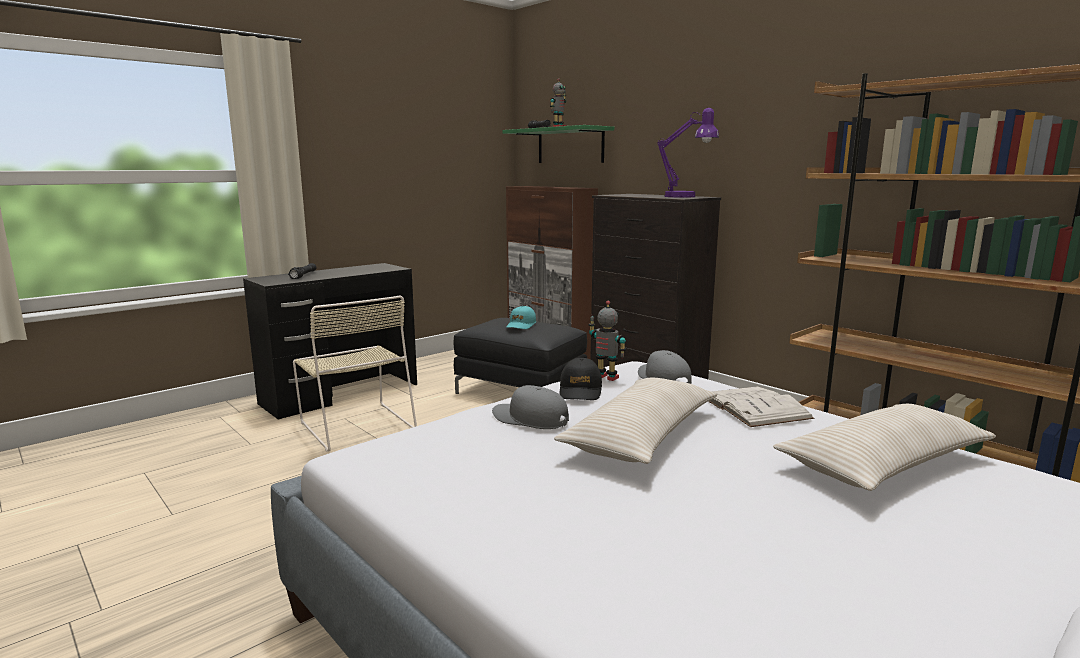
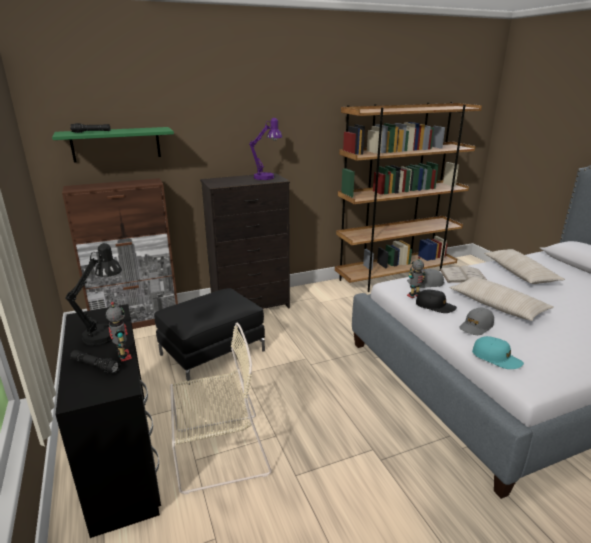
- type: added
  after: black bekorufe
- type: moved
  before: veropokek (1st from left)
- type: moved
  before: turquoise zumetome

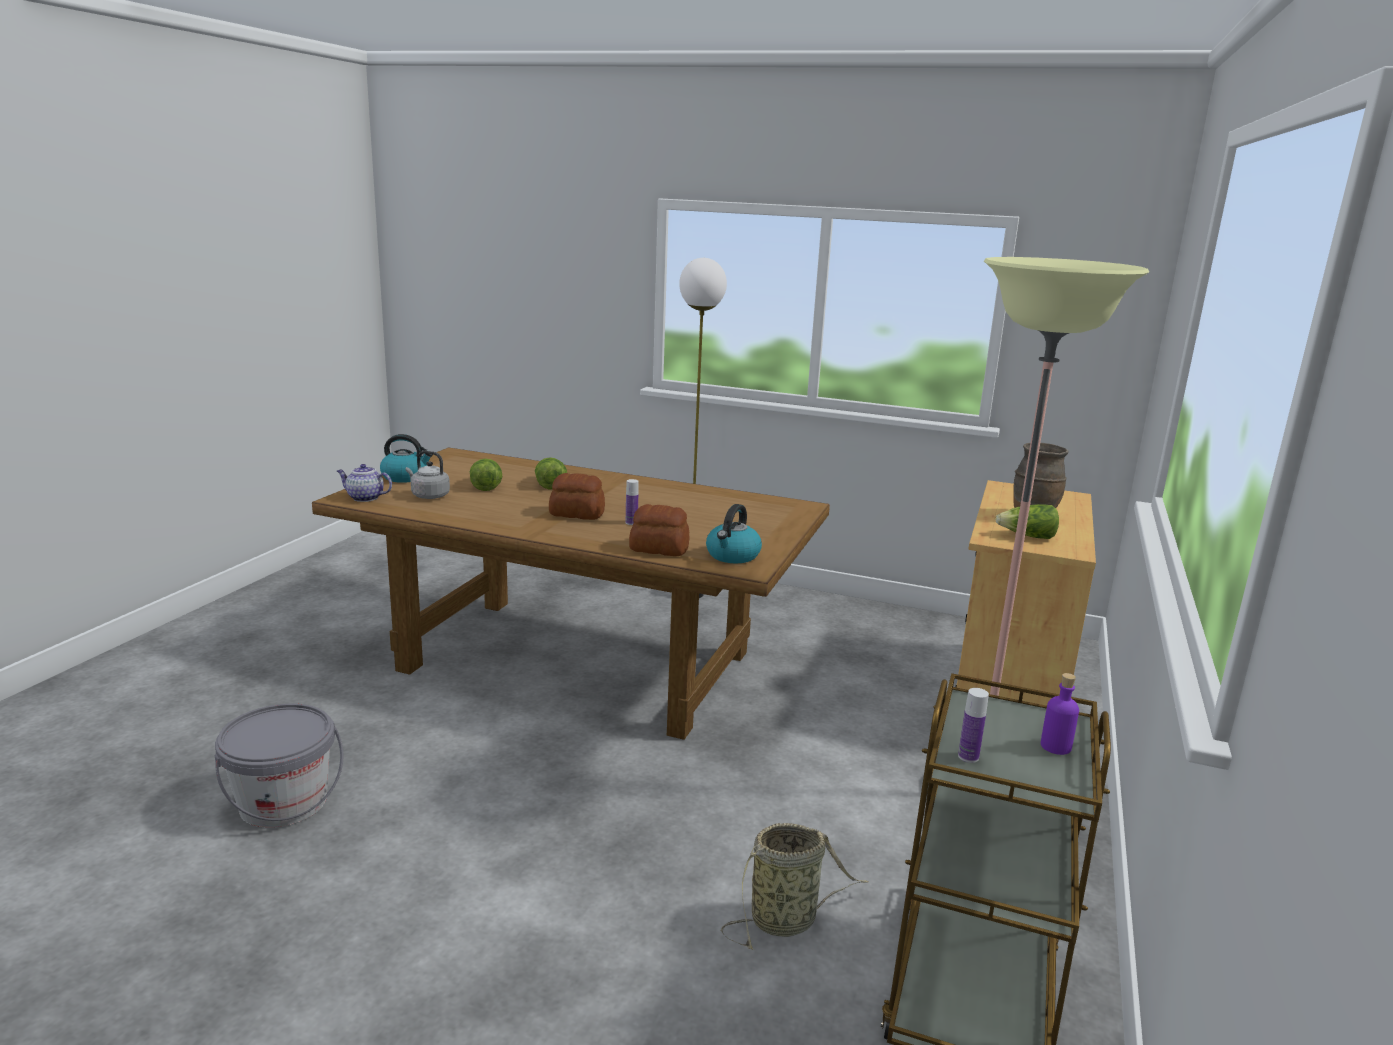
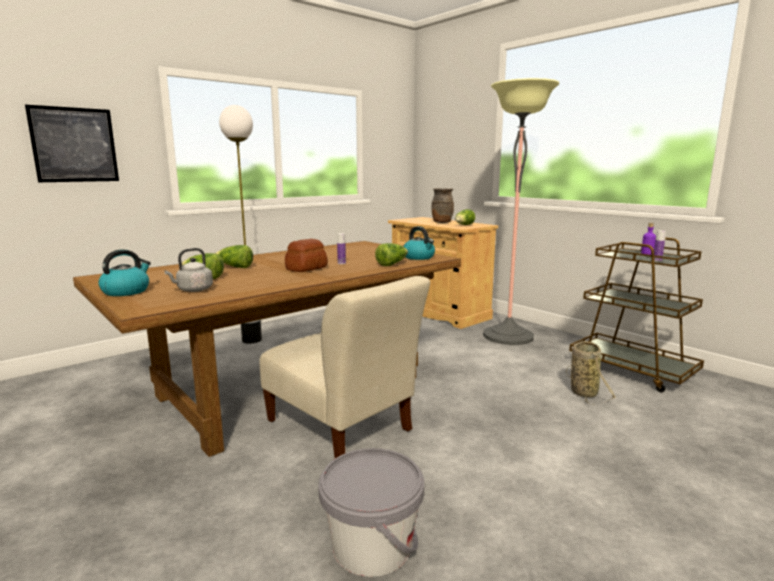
- type: added
  after: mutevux
- type: added
  after: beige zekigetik
- type: replaced
  before: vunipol (2nd from left)
  after: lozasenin (3rd from left)
- type: removed
  before: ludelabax

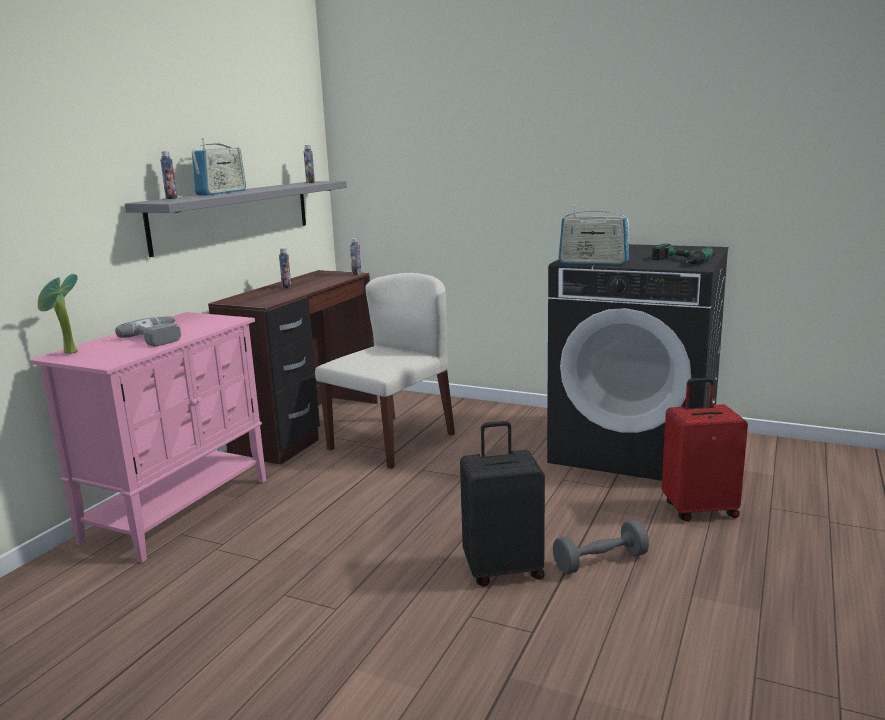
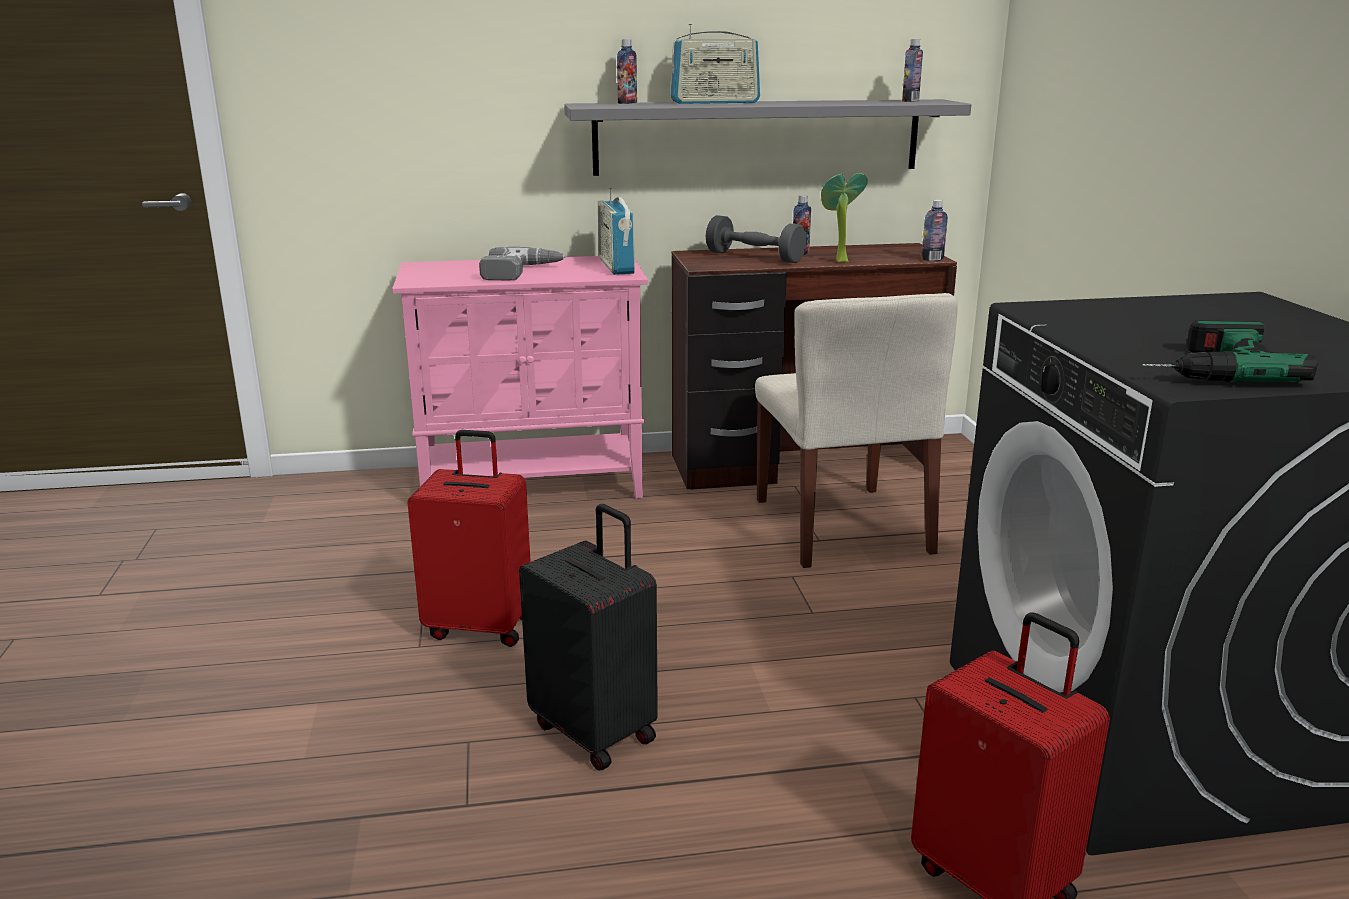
- type: added
  after: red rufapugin (1st from left)
- type: moved
  before: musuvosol (2nd from left in the first image)
  after: musuvosol (1st from left)
- type: moved
  before: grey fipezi
- type: turned
  before: beige zekigetik
  turn: 75
- type: moved
  before: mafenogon

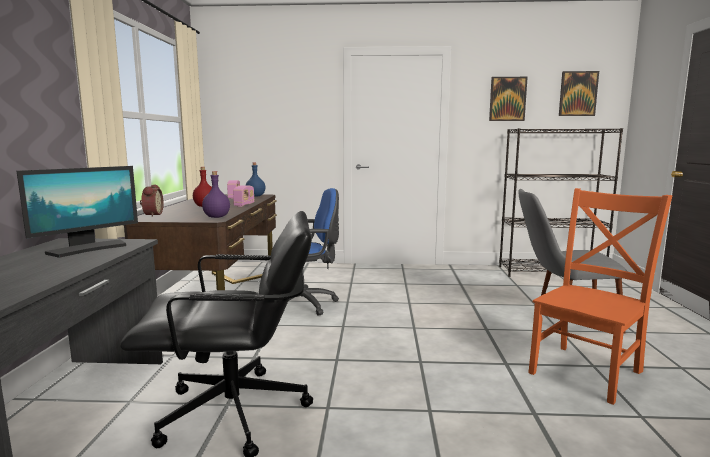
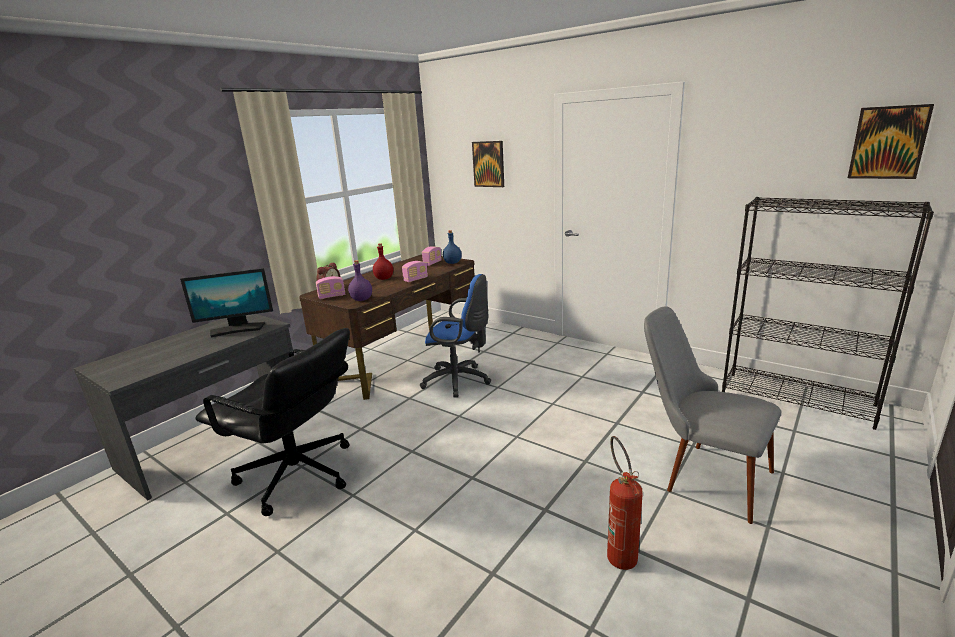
- type: added
  after: musuvosol (1st from left)
- type: moved
  before: mutevux (1st from left)
- type: replaced
  before: orange zekigetik
  after: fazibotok

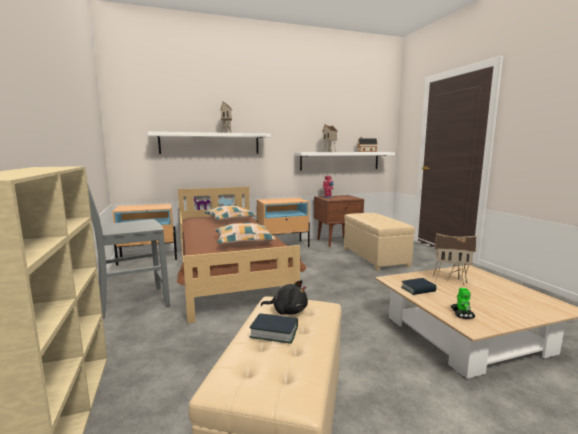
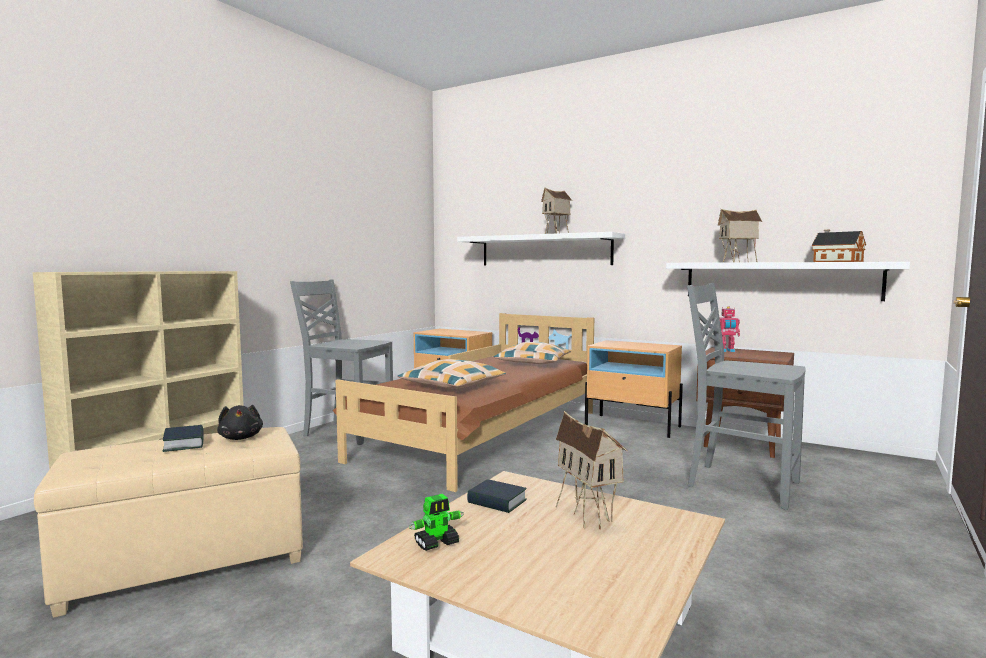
- type: replaced
  before: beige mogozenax (2nd from left)
  after: grey zekigetik (2nd from left)

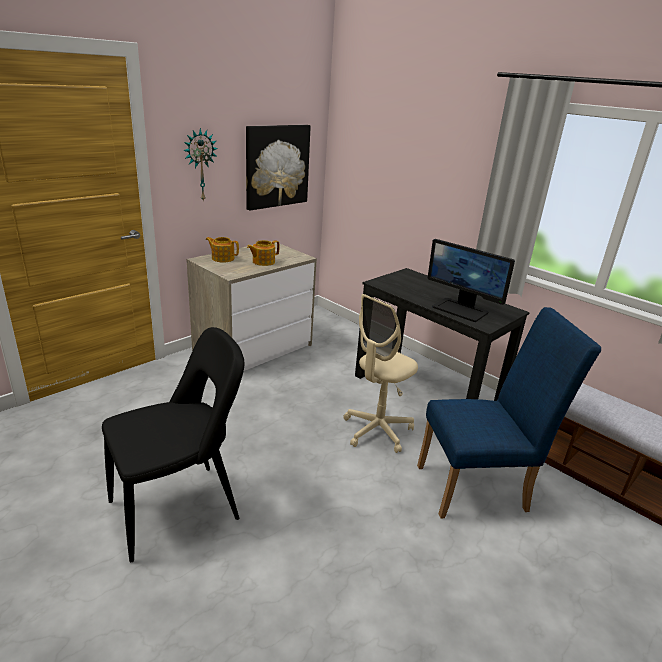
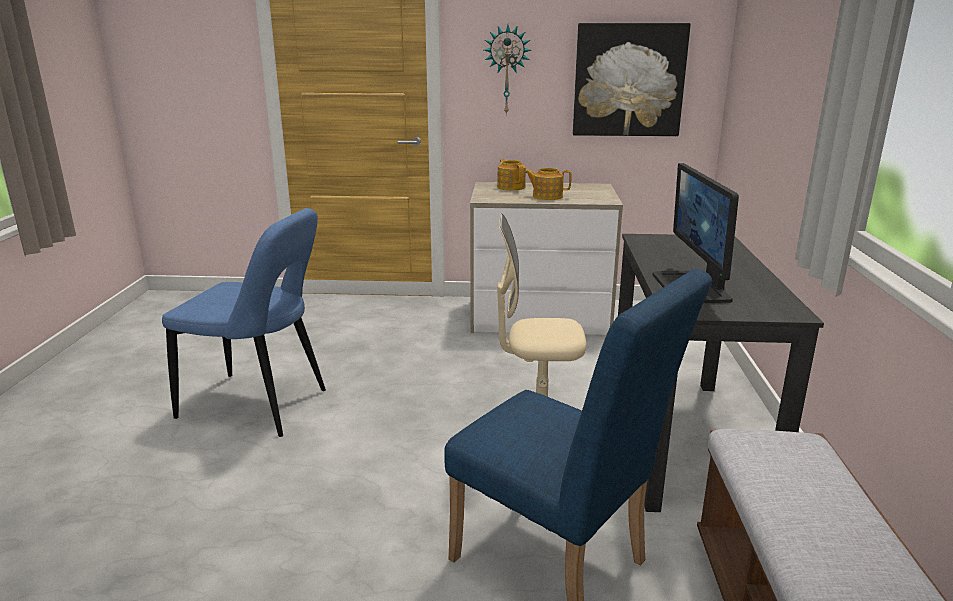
- type: recoloured
  before: black zekigetik
  after: blue zekigetik (1st from left)

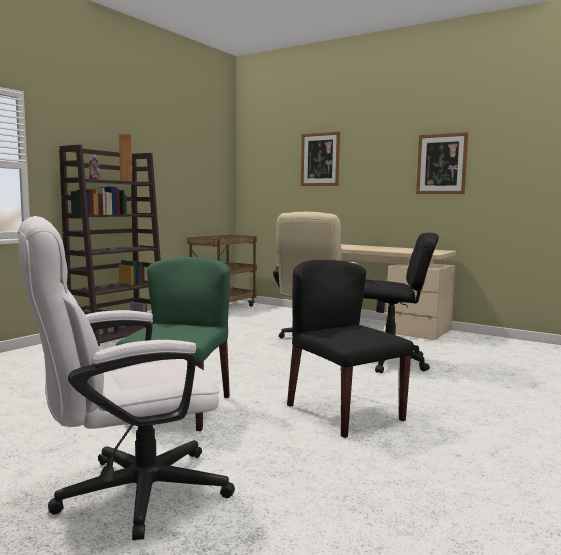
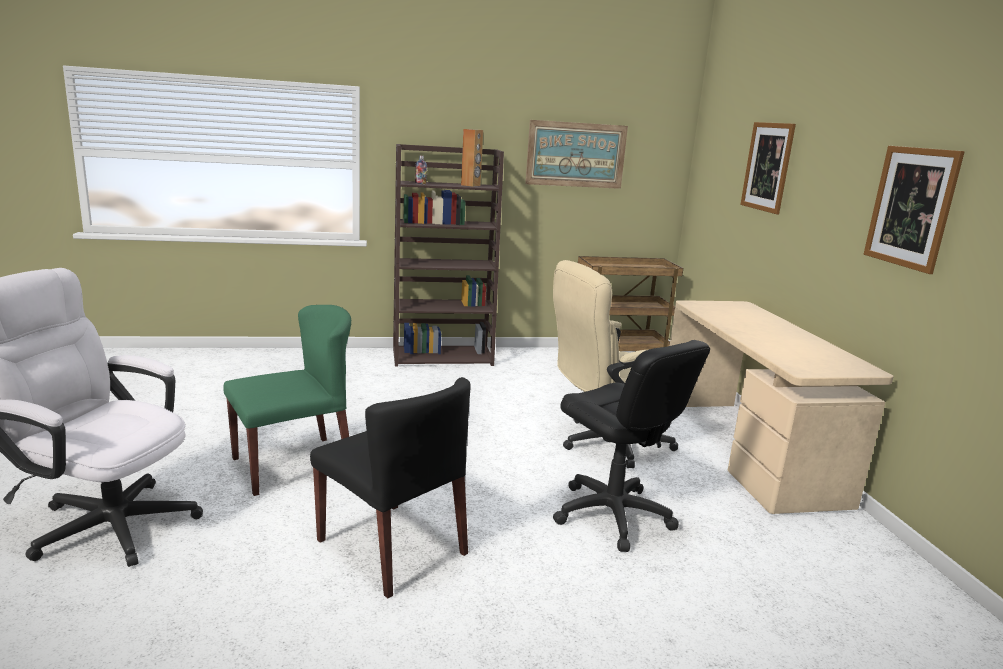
- type: turned
  before: black zekigetik
  turn: 120
- type: added
  after: mutevux (1st from left)

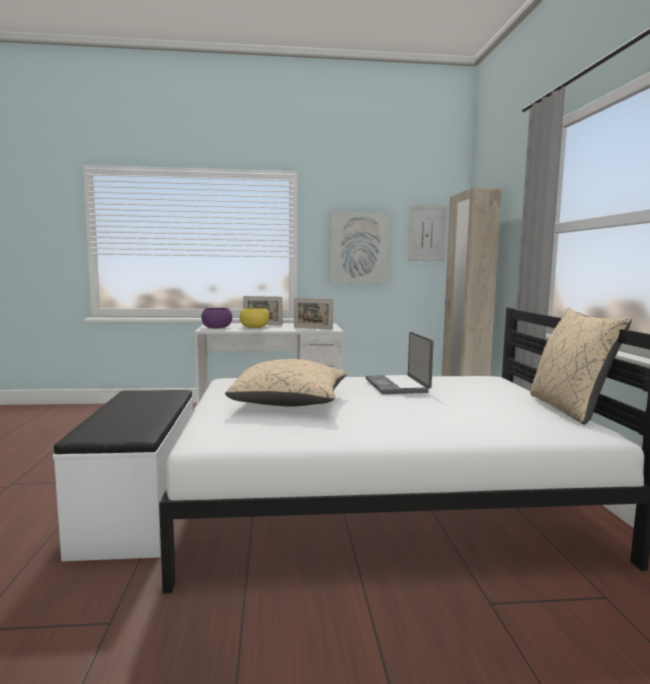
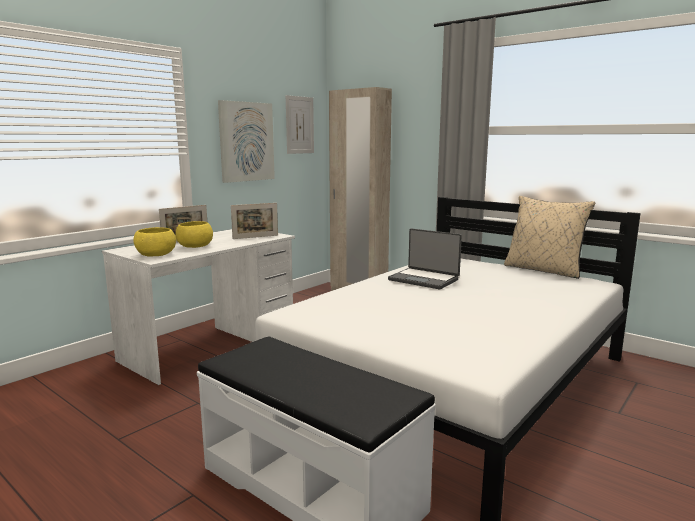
- type: recoloured
  before: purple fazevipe
  after: yellow fazevipe (1st from left)
- type: removed
  before: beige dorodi (1st from left)

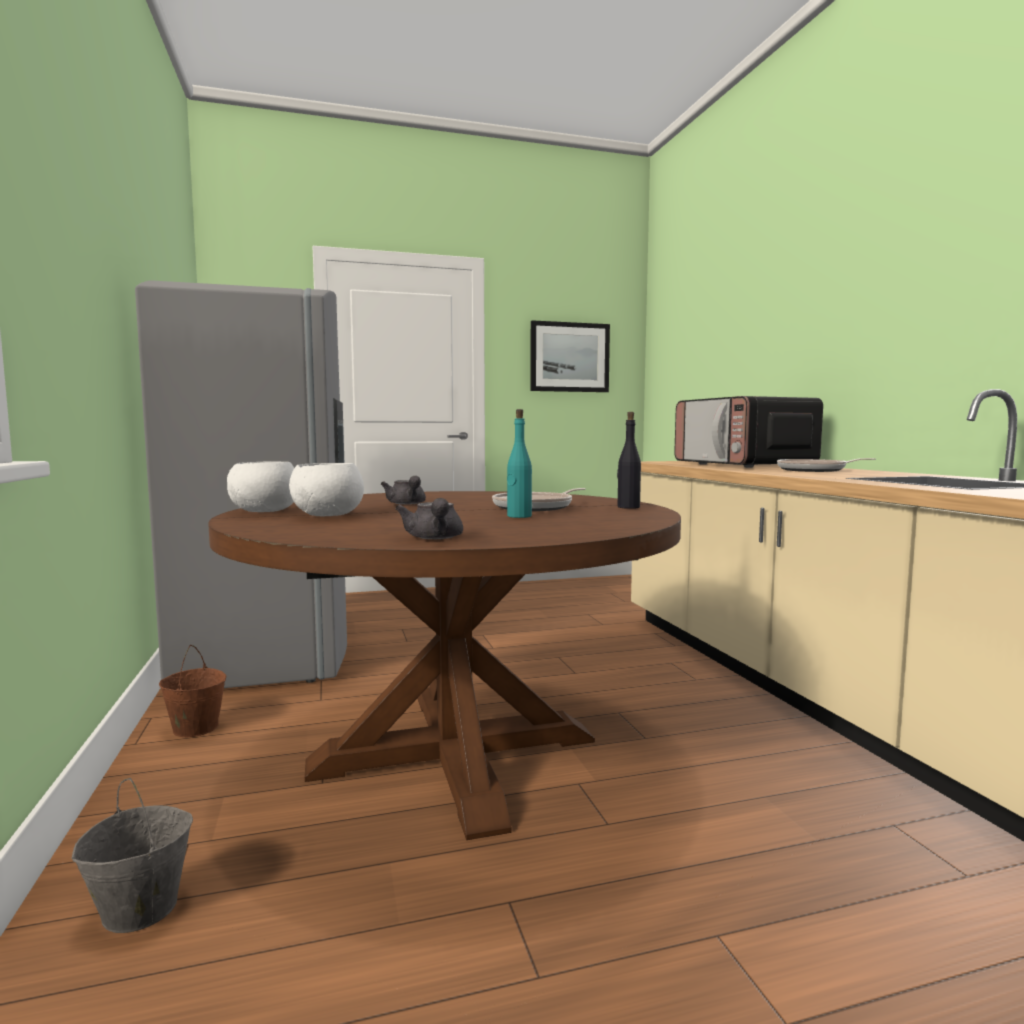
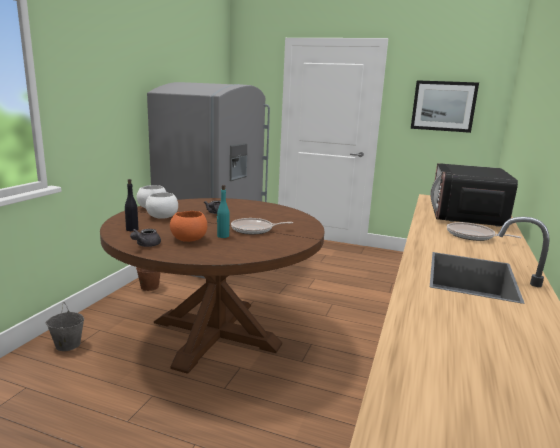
- type: moved
  before: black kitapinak
- type: added
  after: orange fazevipe

